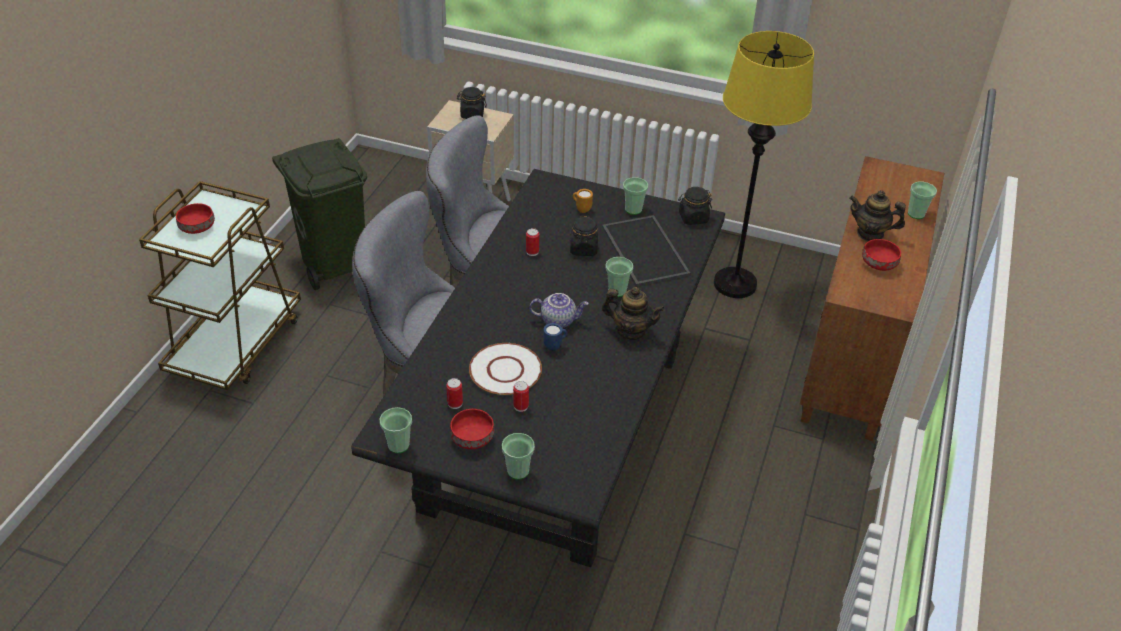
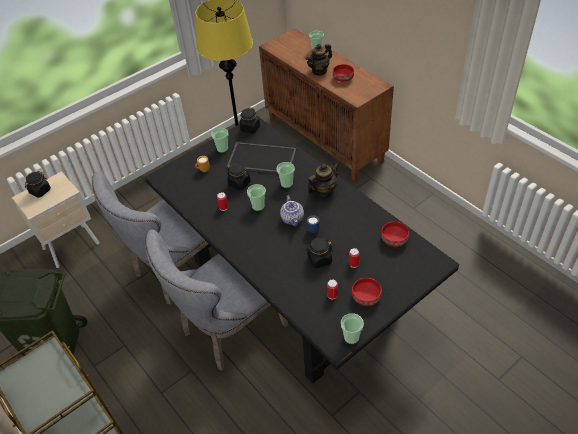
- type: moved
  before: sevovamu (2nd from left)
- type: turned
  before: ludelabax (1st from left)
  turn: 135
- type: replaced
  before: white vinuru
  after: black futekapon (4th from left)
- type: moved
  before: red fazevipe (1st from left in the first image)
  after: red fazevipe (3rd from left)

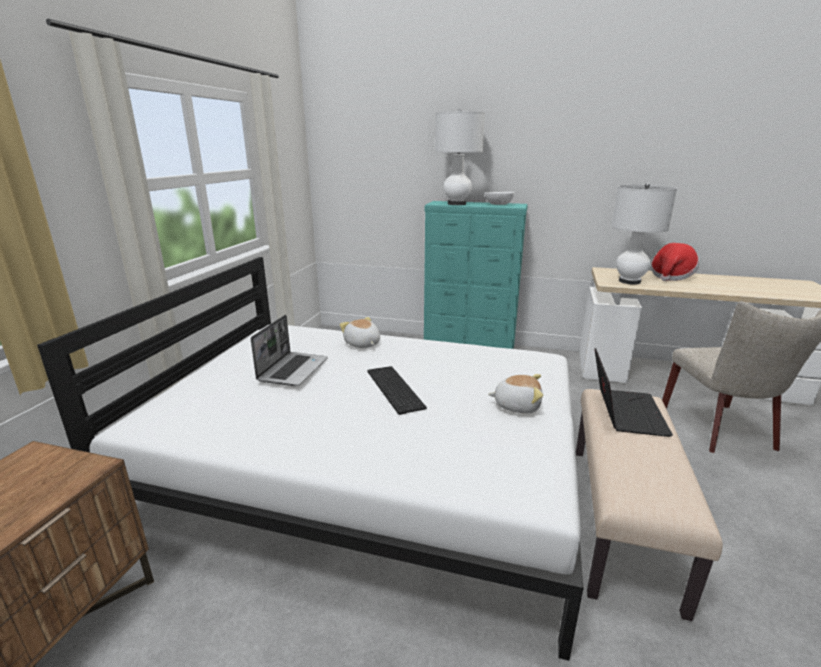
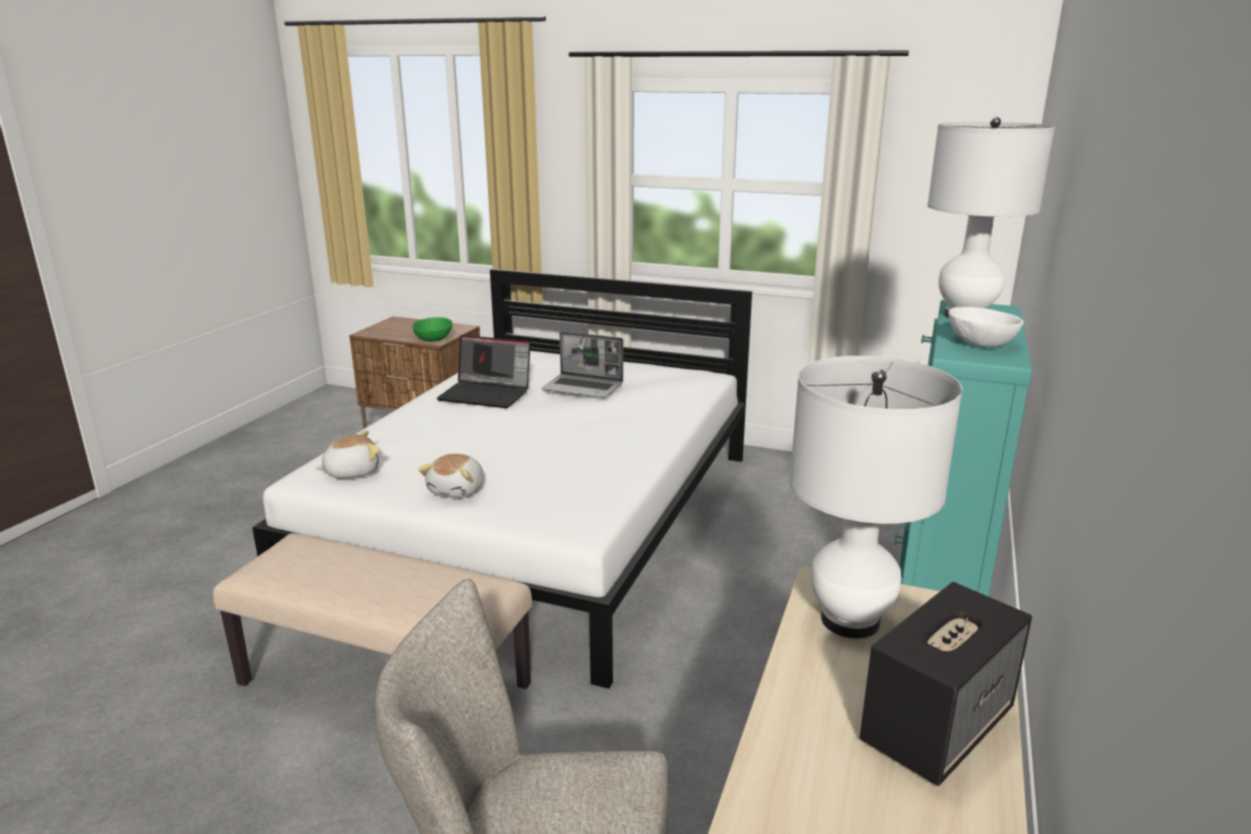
- type: moved
  before: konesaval (1st from left)
- type: added
  after: green fazevipe
- type: moved
  before: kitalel (2nd from left in the first image)
  after: kitalel (1st from left)
- type: replaced
  before: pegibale
  after: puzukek
- type: removed
  before: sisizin

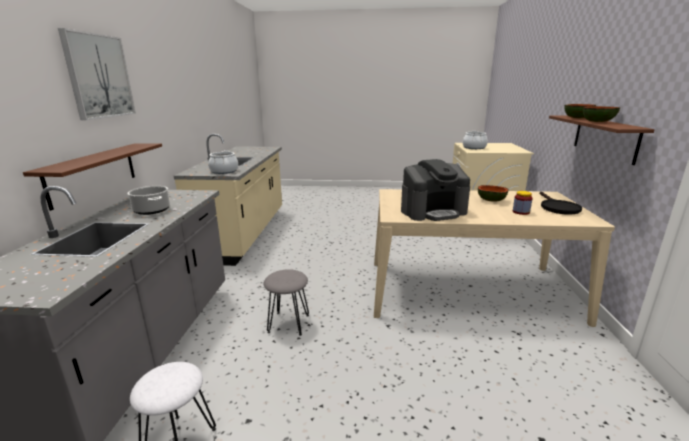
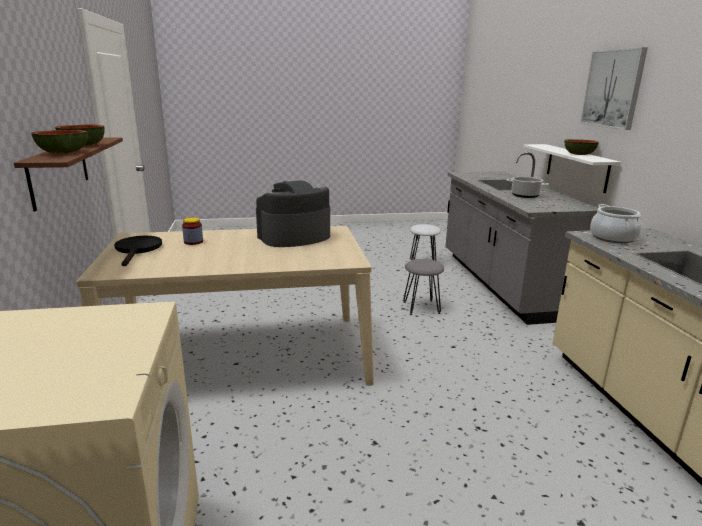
- type: recoloured
  before: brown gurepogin (1st from left)
  after: white gurepogin
- type: moved
  before: fazevipe (1st from left in the first image)
  after: fazevipe (3rd from left)
- type: removed
  before: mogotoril (3rd from left)

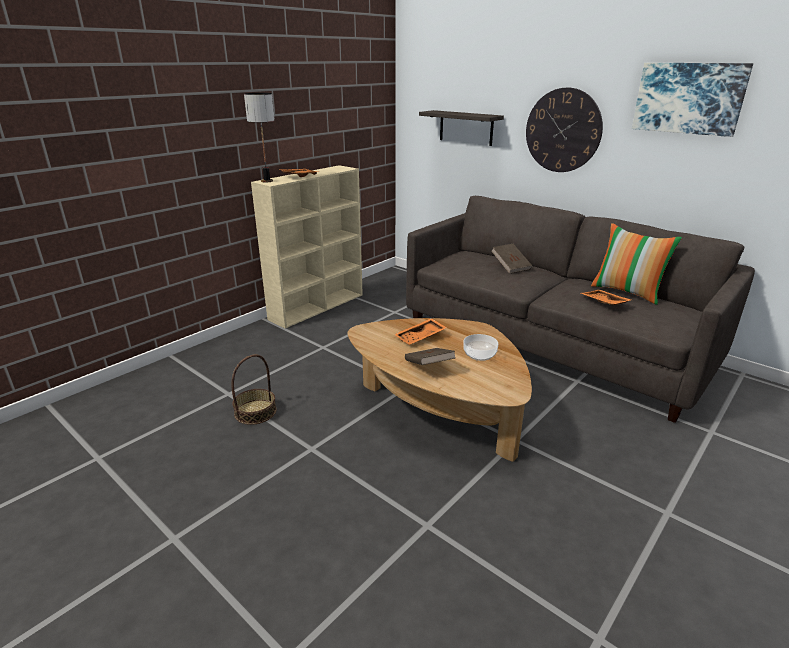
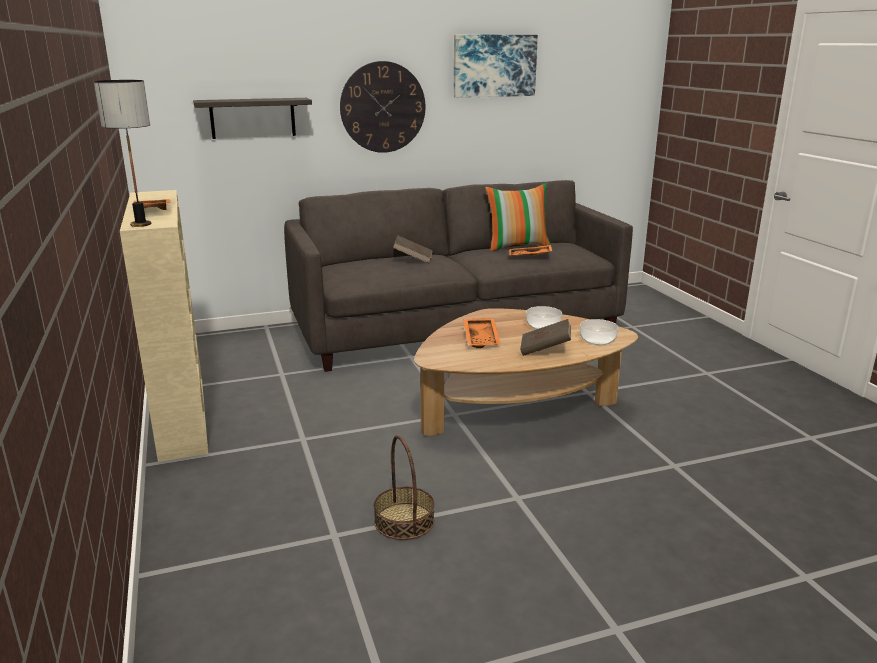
- type: added
  after: fazevipe (2nd from left)

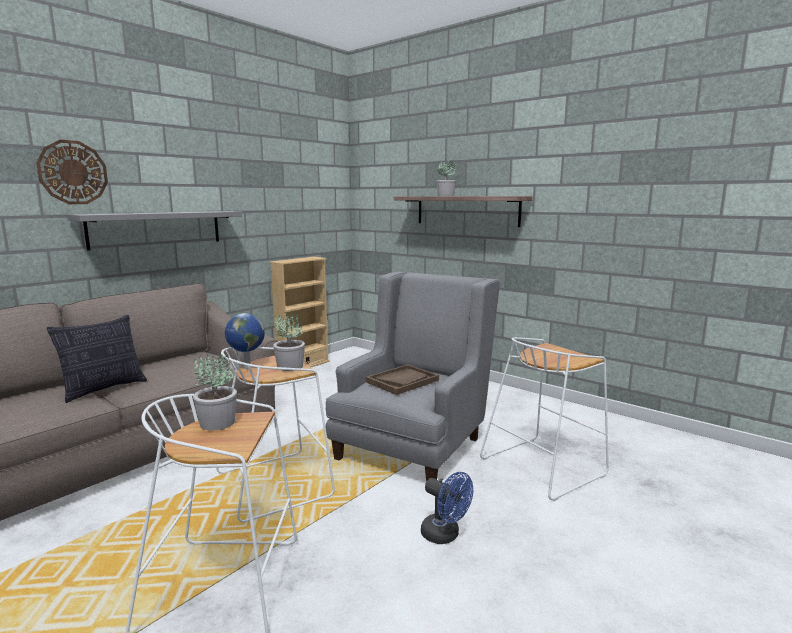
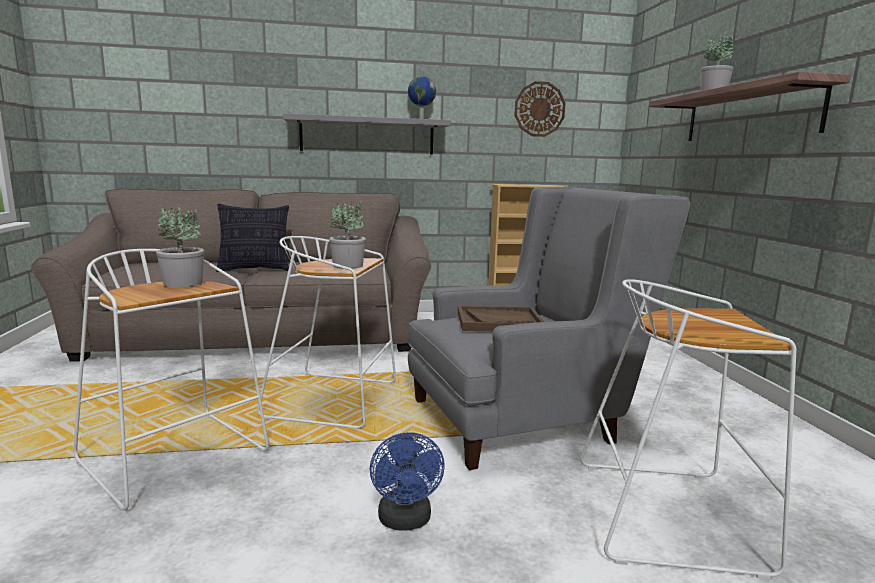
- type: moved
  before: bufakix
- type: moved
  before: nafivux

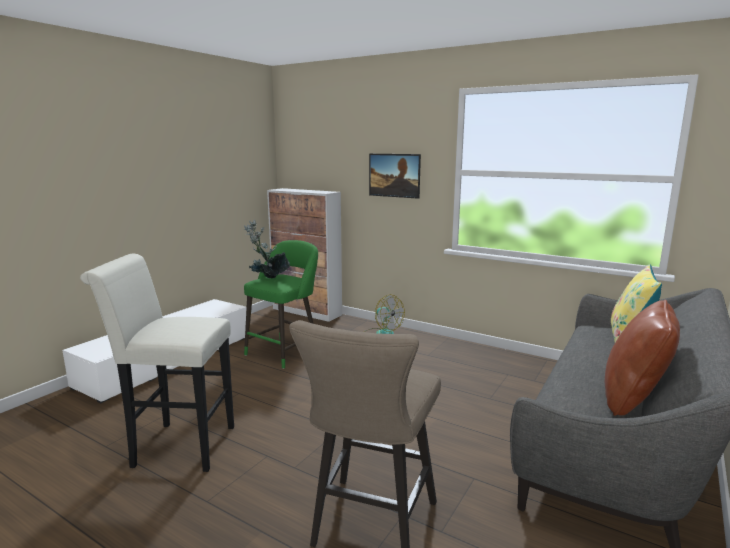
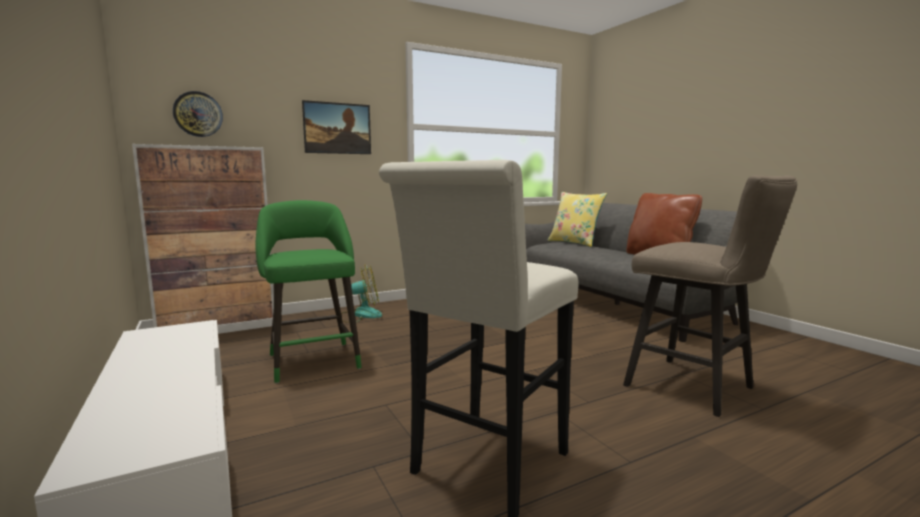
- type: added
  after: nafivux
- type: removed
  before: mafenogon

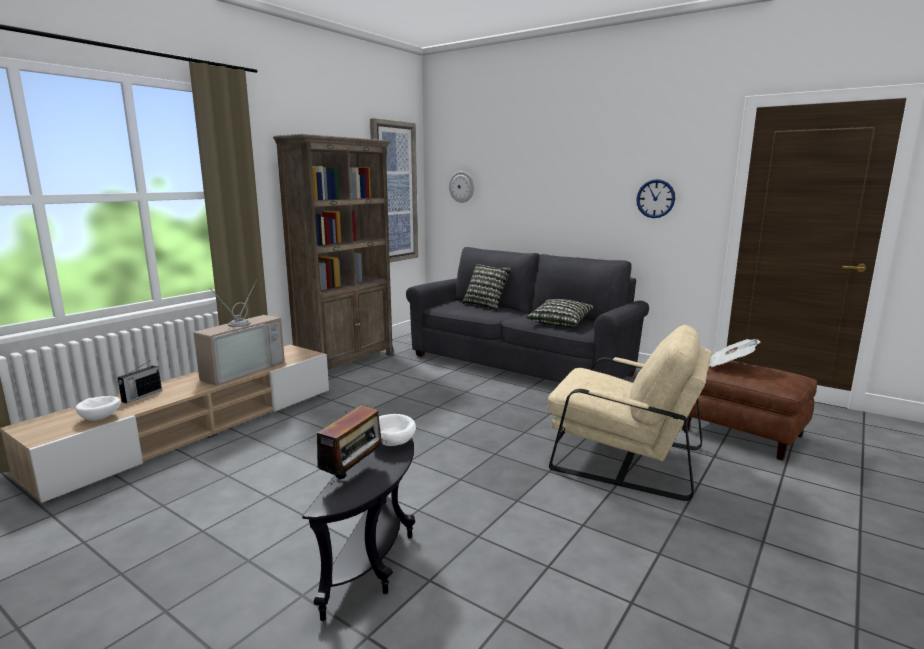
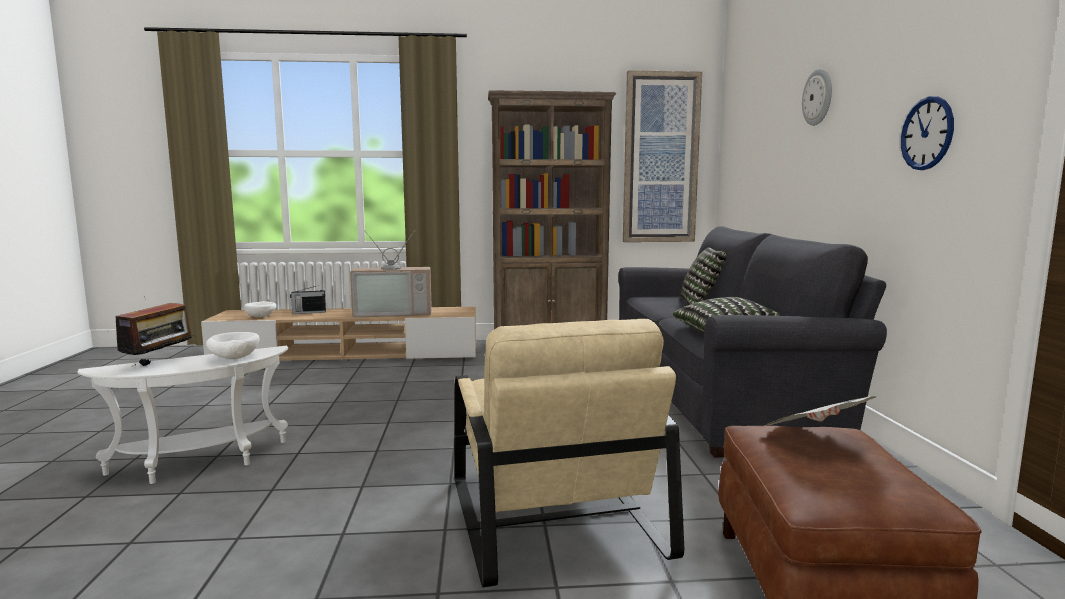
- type: recoloured
  before: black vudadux
  after: white vudadux
- type: turned
  before: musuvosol (2nd from left in the first image)
  turn: -60
- type: moved
  before: nafivux (1st from left)

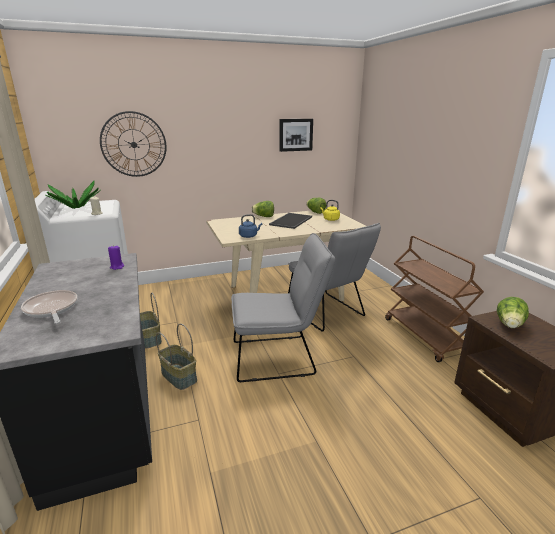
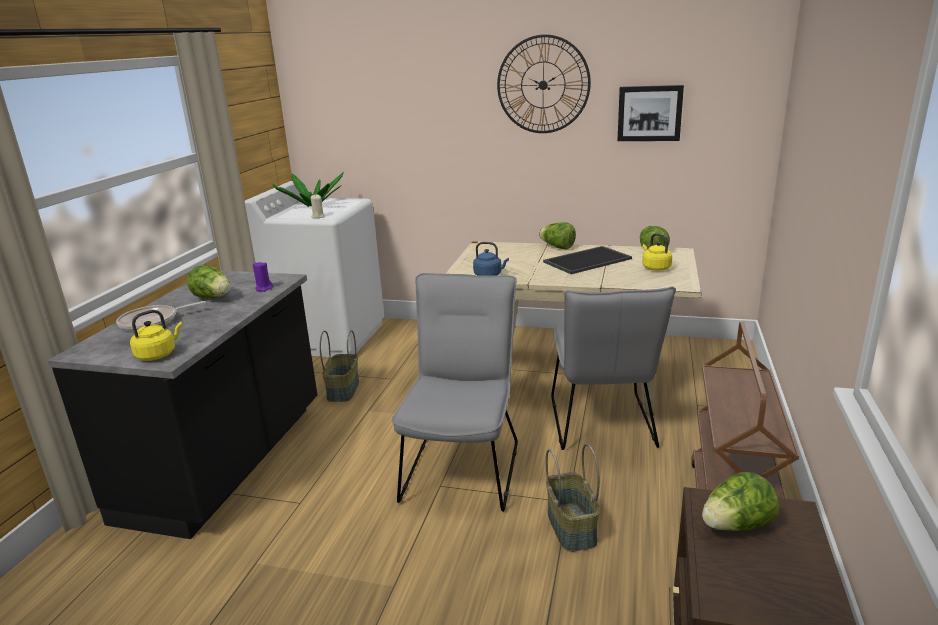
- type: turned
  before: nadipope
  turn: -120
- type: added
  after: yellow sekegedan (1st from left)
- type: added
  after: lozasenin (1st from left)
- type: turned
  before: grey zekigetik (1st from left)
  turn: -105
- type: moved
  before: nafivux
- type: moved
  before: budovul (2nd from left)

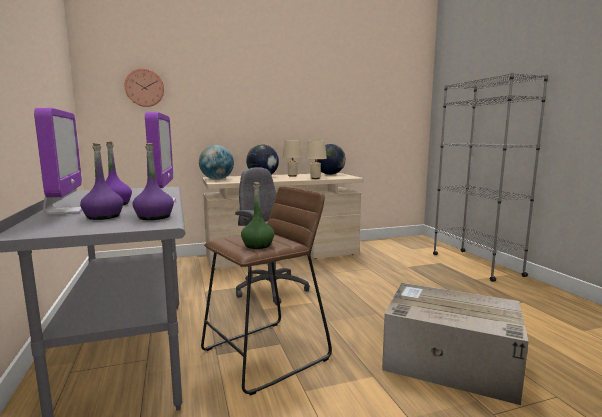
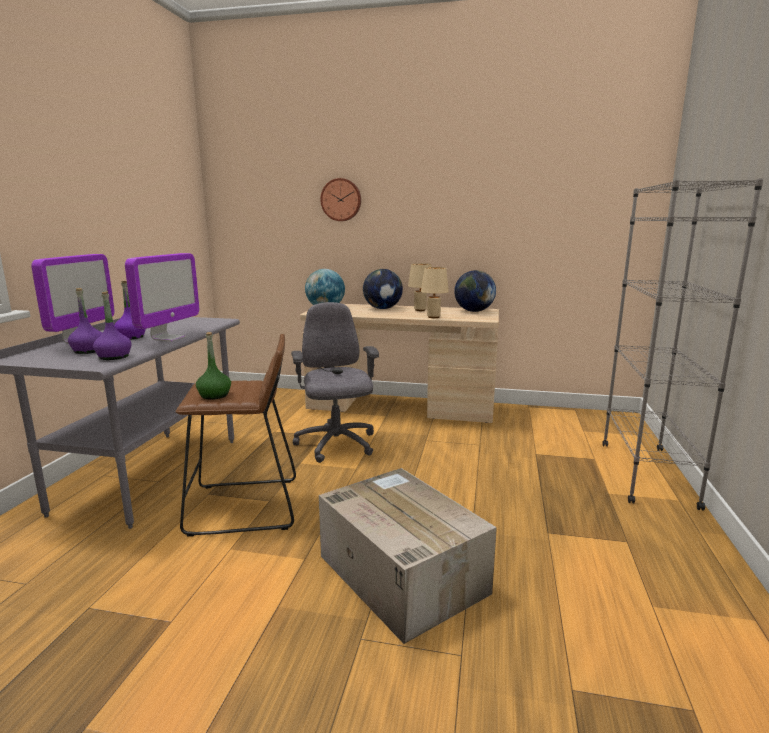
- type: moved
  before: nafivux

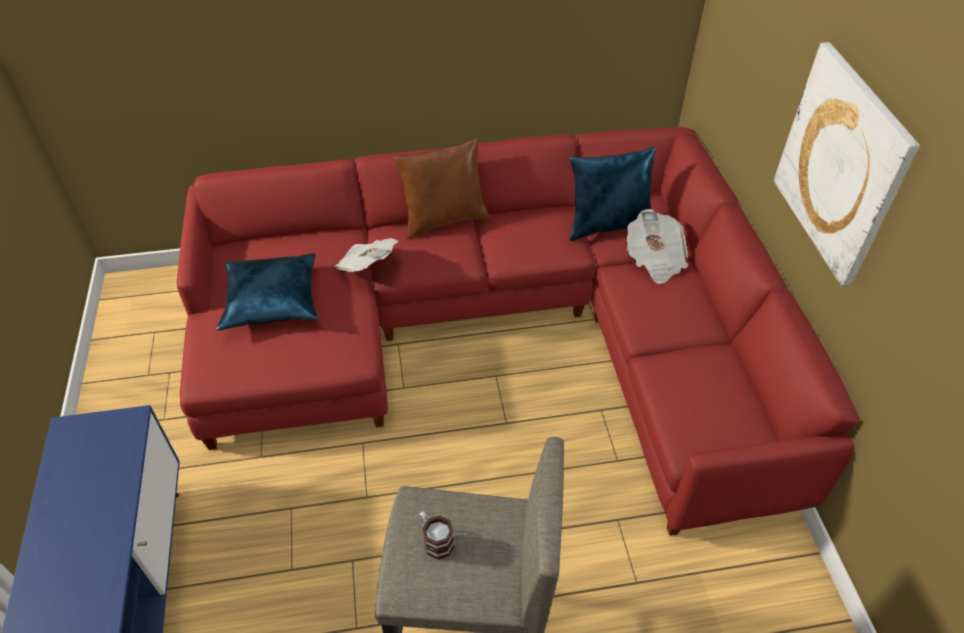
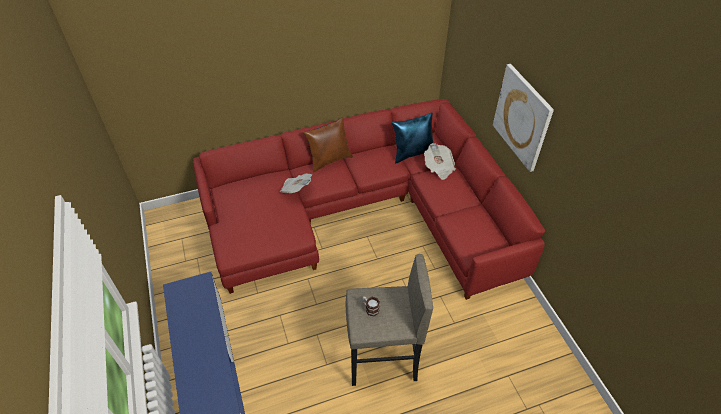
- type: removed
  before: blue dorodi (1st from left)

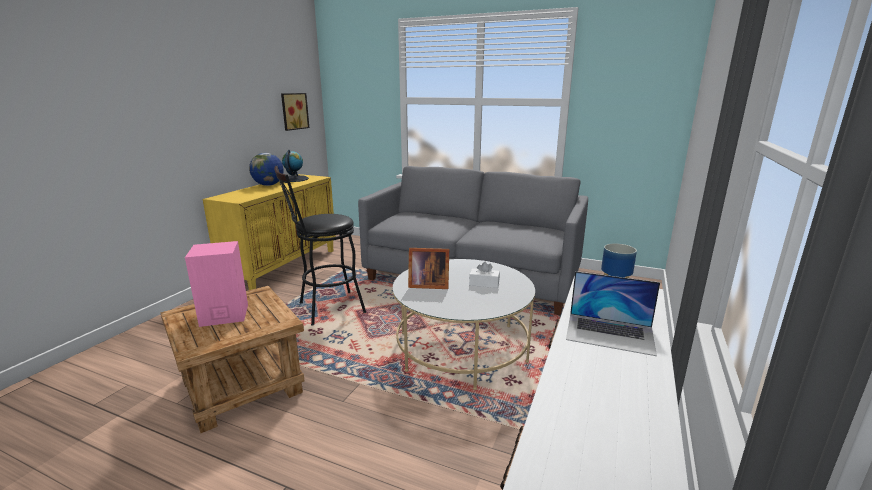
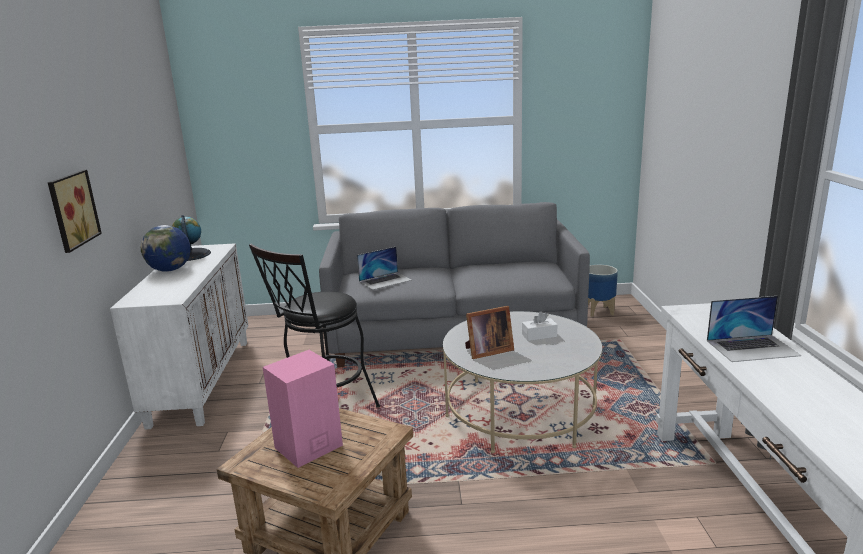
- type: moved
  before: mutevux
- type: recoloured
  before: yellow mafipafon
  after: white mafipafon
- type: added
  after: kitalel (1st from left)

